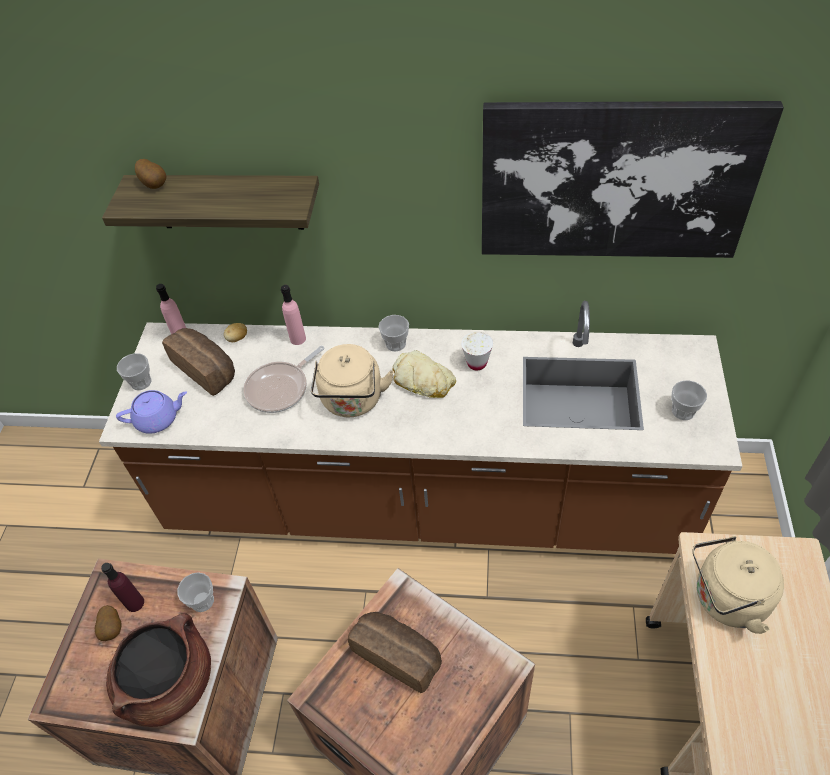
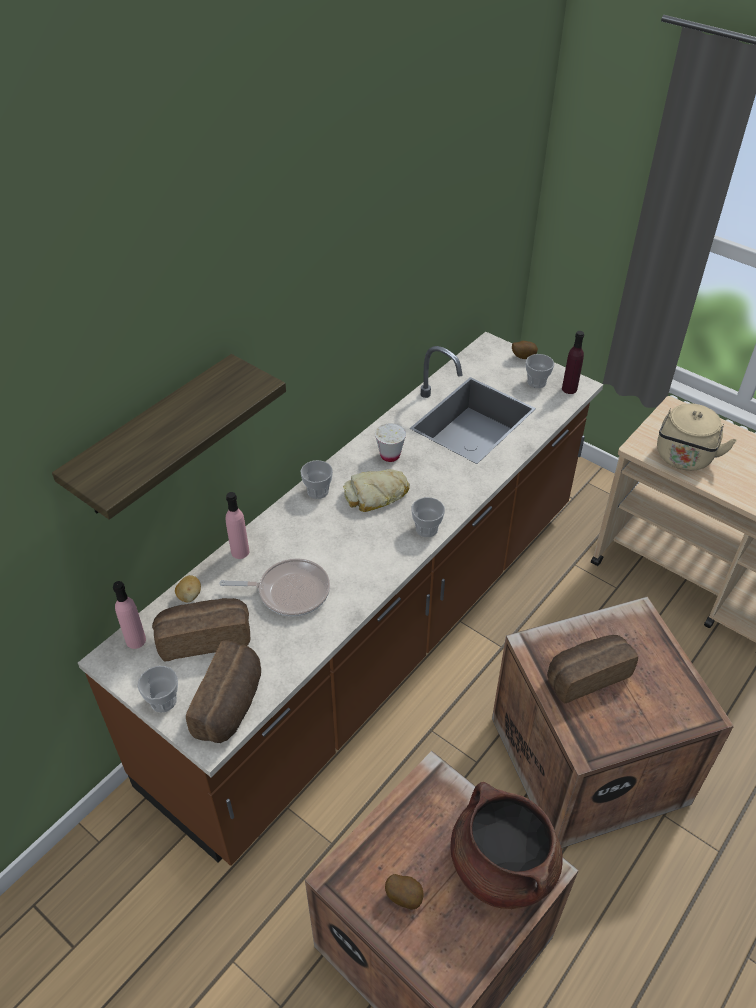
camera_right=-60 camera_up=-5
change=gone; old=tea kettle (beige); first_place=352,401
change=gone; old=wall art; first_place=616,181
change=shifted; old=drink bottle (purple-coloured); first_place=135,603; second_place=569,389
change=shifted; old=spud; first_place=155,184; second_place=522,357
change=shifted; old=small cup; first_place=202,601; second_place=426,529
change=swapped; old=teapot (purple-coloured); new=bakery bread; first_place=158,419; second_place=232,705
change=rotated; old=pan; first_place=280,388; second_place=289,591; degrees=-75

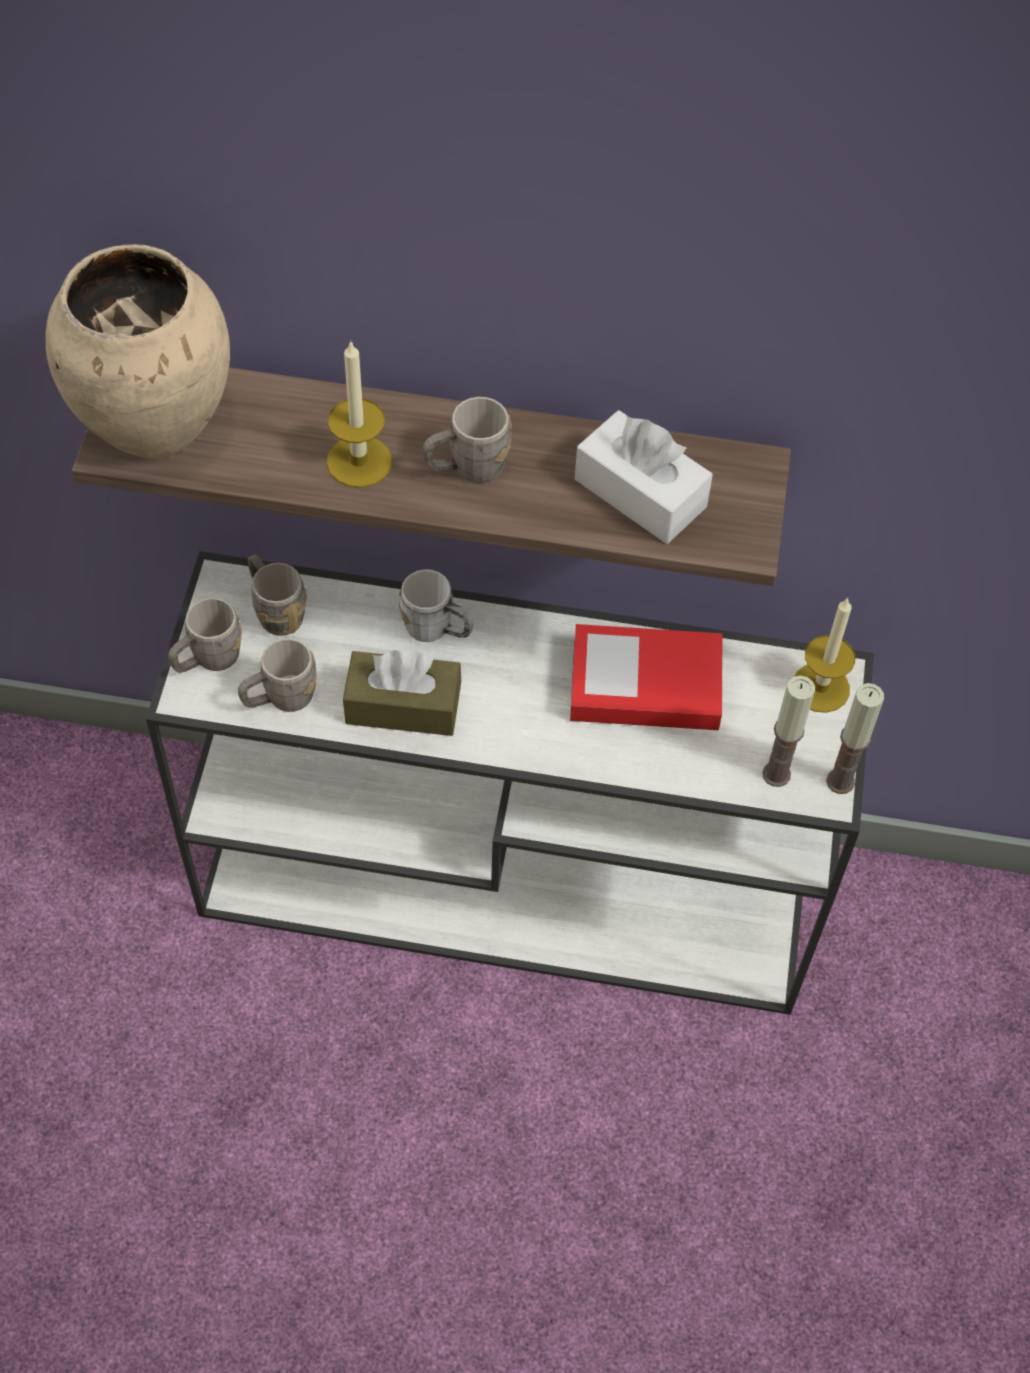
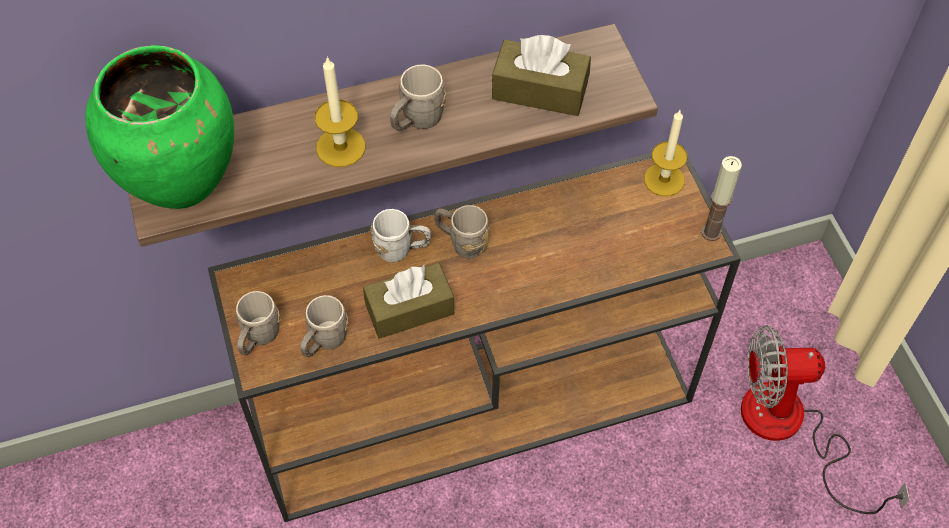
camera_right=-25 camera_up=0
change=gone; old=volume; first_place=645,686
change=gone; old=wax light; first_place=776,774
change=new; new=electric fan; second_place=790,430
change=shifted; old=tea mug (grey); first_place=275,610; second_place=462,242
change=repainted; old=flower vase (beige); new=flower vase (greenish); first_place=158,428; second_place=183,183
change=repainted; old=hall table (white); new=hall table (brown); first_place=512,885; second_place=478,403
change=repainted; old=box of tissues (white); new=box of tissues (brown); first_place=640,493; second_place=540,90

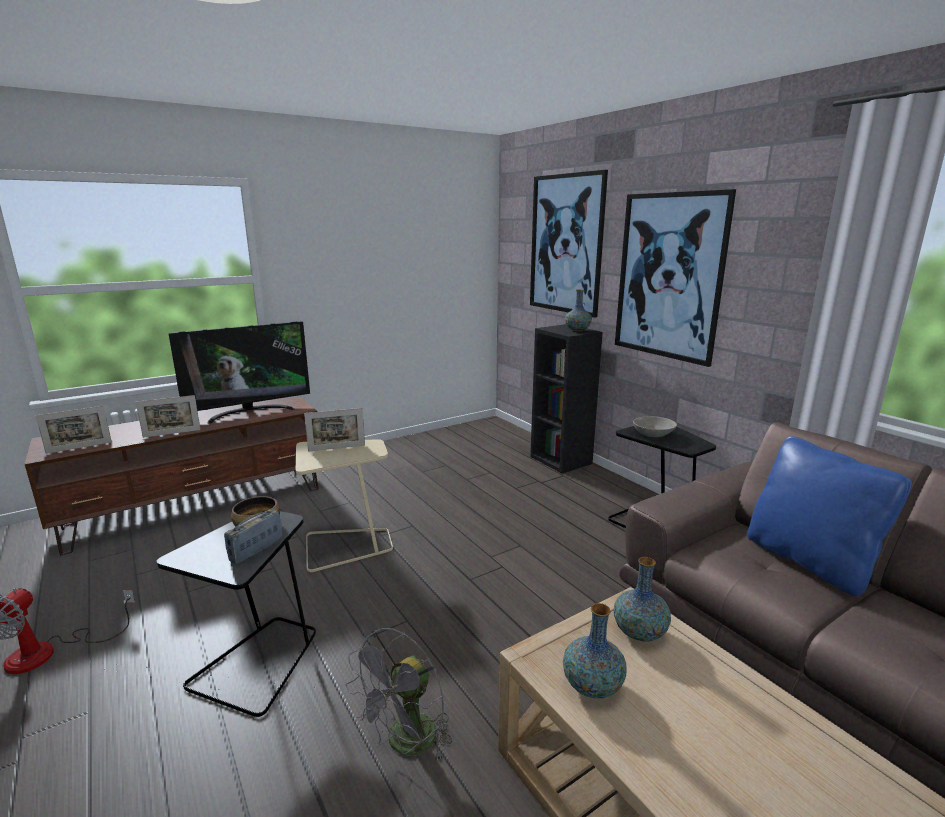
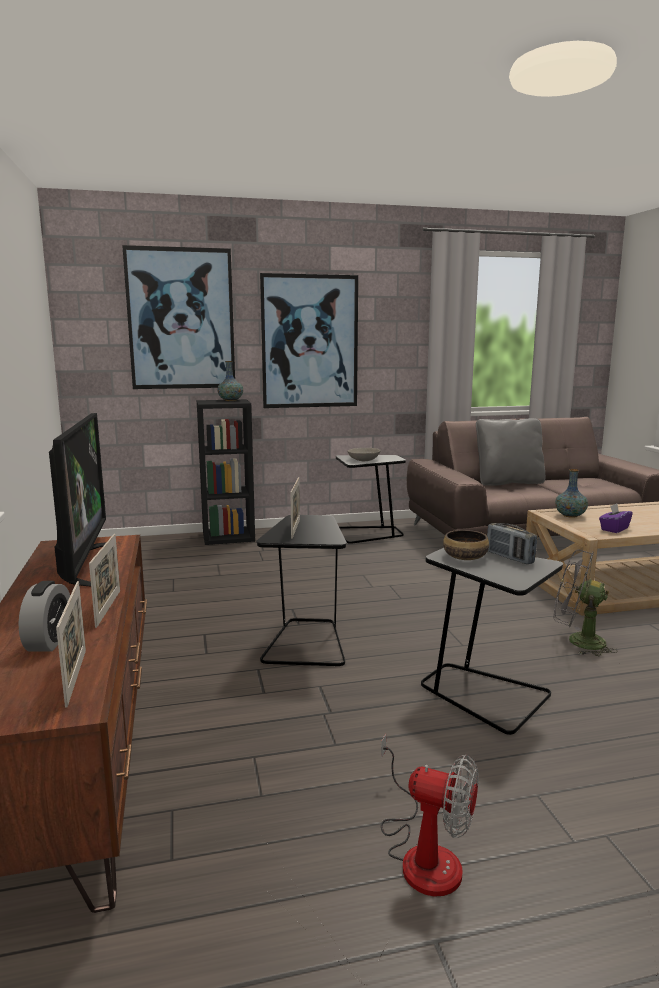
camera_right=-70 camera_up=-5
change=new; new=table clock; second_place=49,641
change=swapped; old=flower vase; new=box of tissues (purple-coloured); first_place=592,686; second_place=614,529
change=repainted; old=side table (beige); new=side table (black-coloured); first_place=346,546; second_place=306,643
change=repainted; old=throw pillow (blue); new=throw pillow (grey); first_place=809,561; second_place=508,482
change=rotated; old=electric fan (grey); first_place=405,744; second_place=577,641; degrees=150

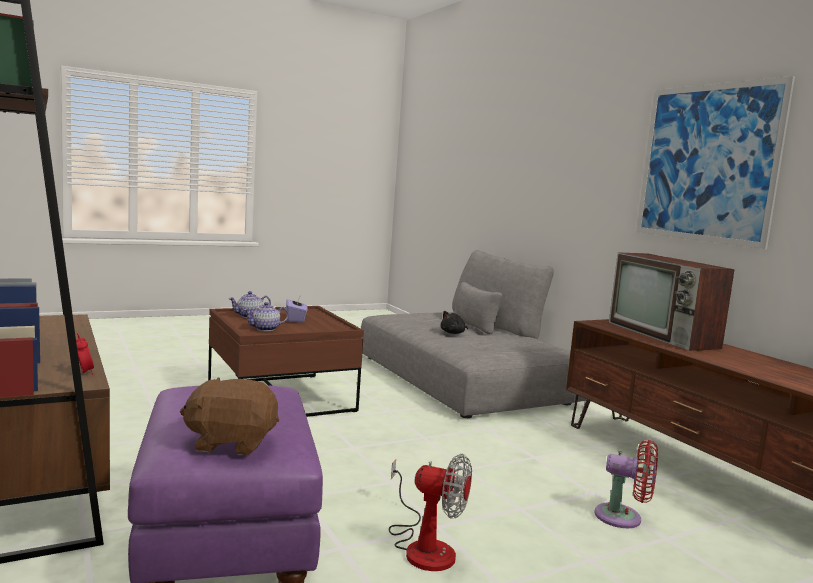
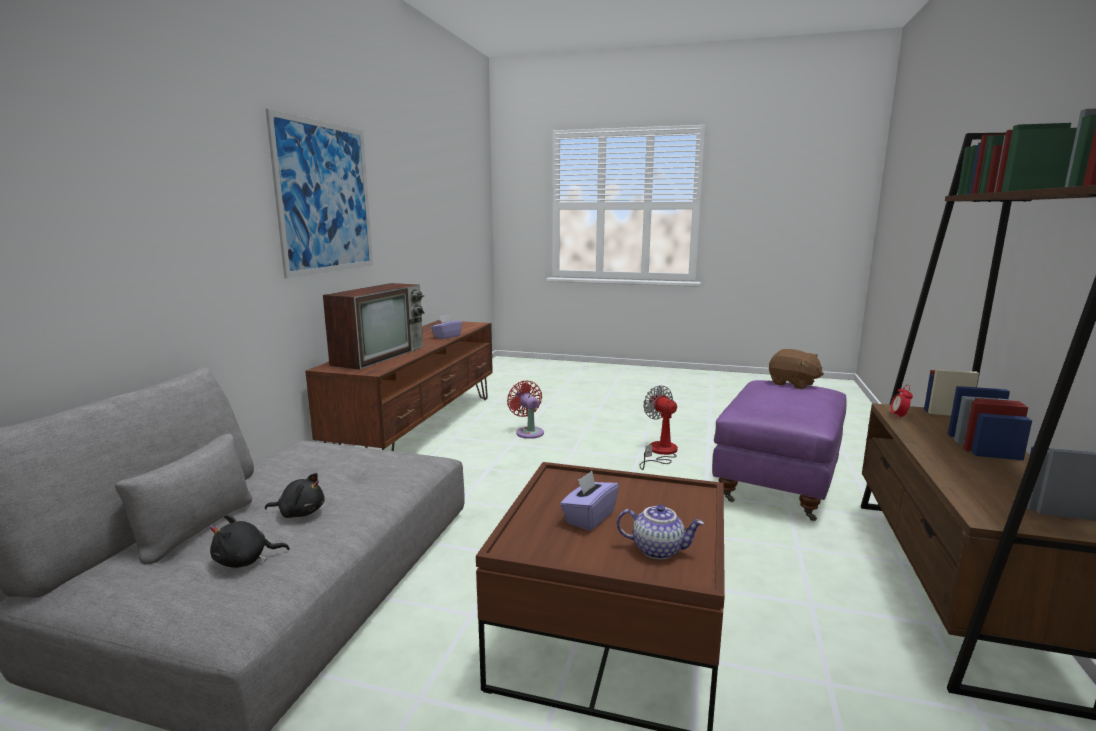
camera_right=-135 camera_up=5
change=gone; old=teapot; first_place=265,329
change=new; new=soft toy (black-coloured); second_place=245,561
change=new; new=box of tissues (purple-coloured); second_place=446,336

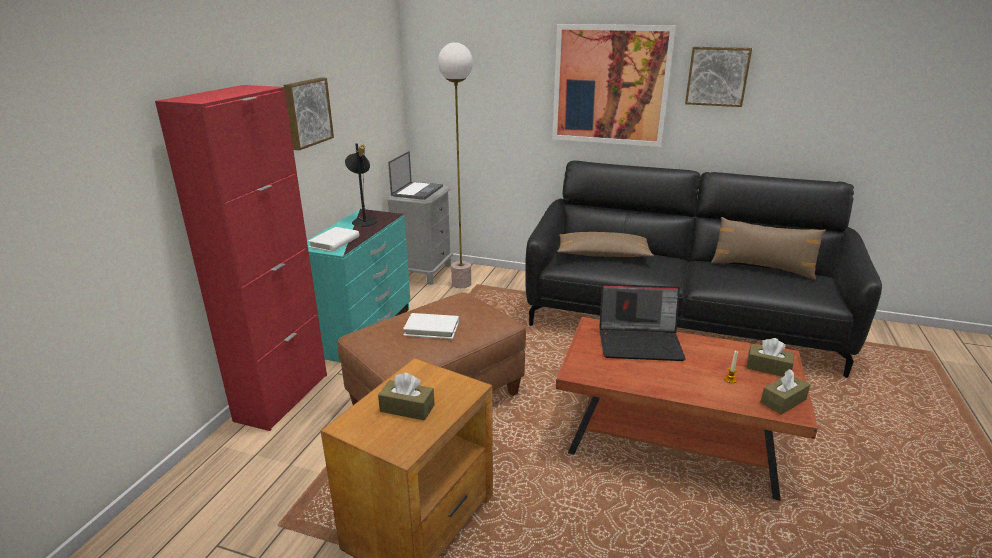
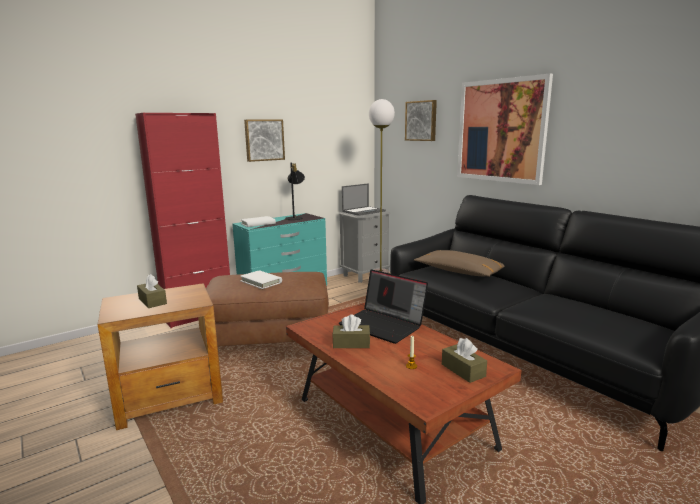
camera_right=35 camera_up=-10
change=gone; old=throw pillow (brown); first_place=762,268
change=shifted; old=wall art; first_place=717,76; second_place=421,121
change=shifted; old=box of tissues (brown); first_place=783,401; second_place=351,343

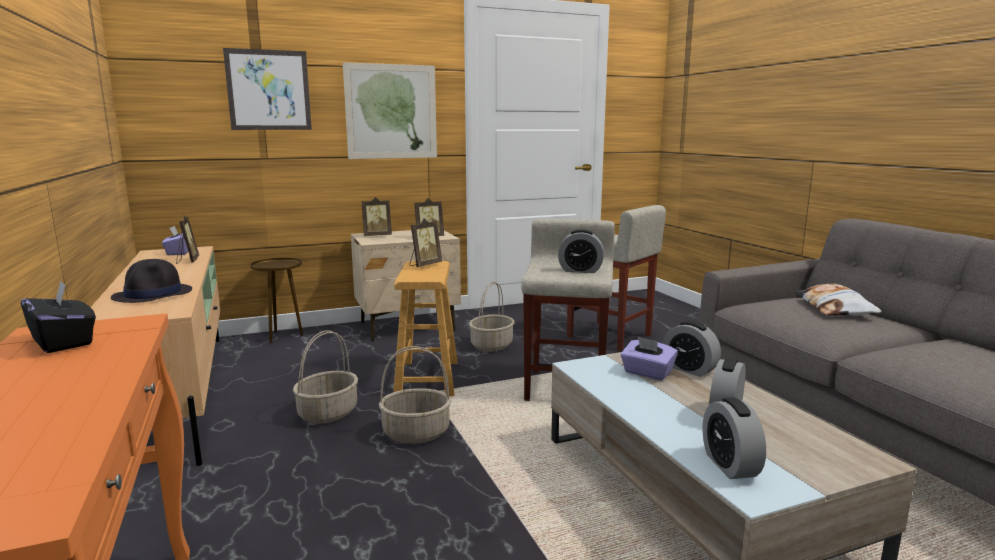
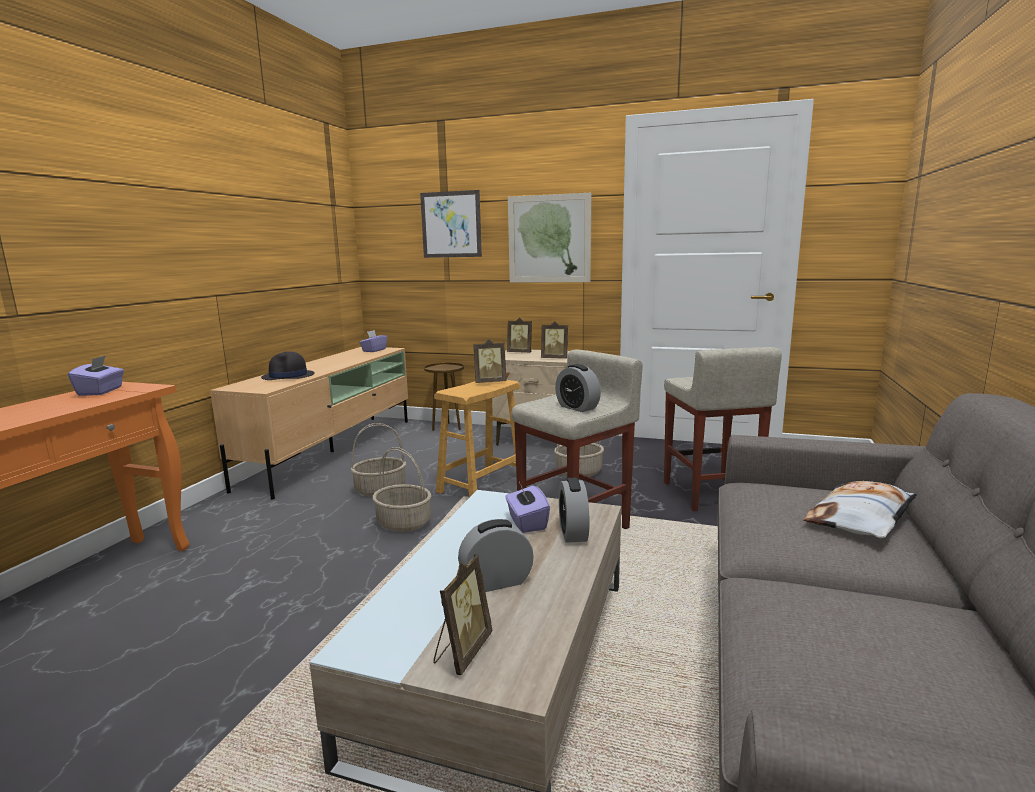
camera_right=40 camera_up=0
change=gone; old=table clock; first_place=729,465
change=shifted; old=standing frame; first_place=188,261; second_place=462,652
change=repainted; old=box of tissues (black-coloured); new=box of tissues (purple-coloured); first_place=64,342; second_place=101,391

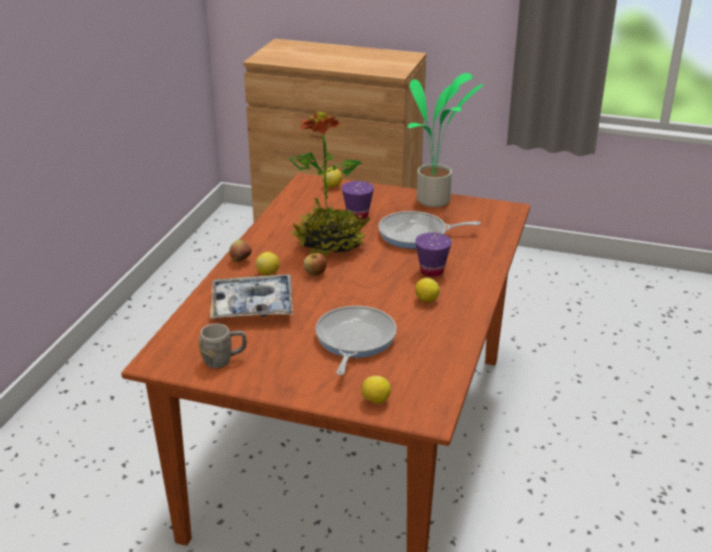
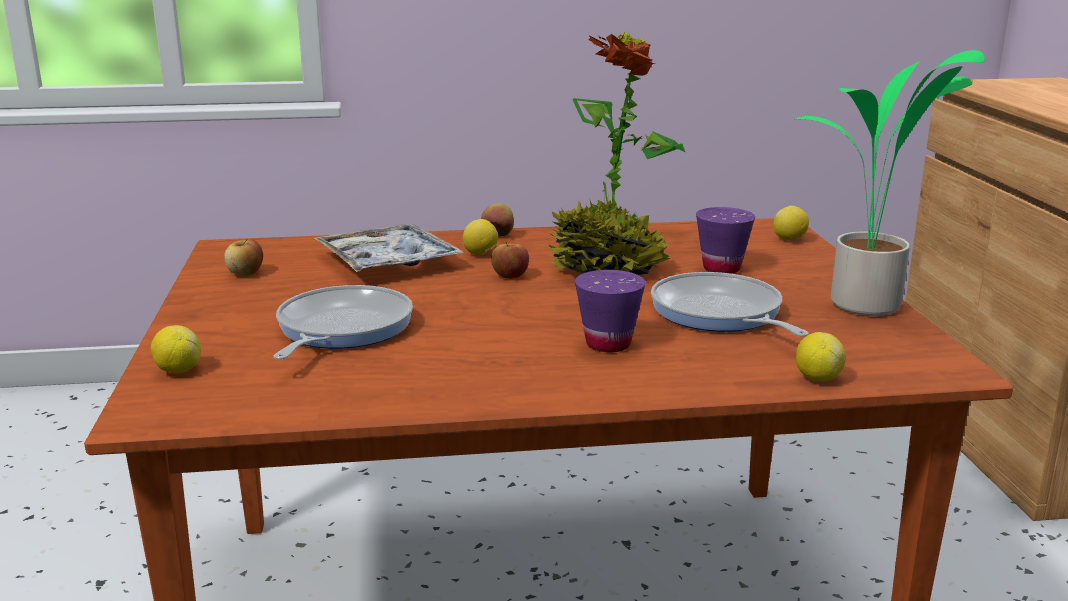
camera_right=65 camera_up=-10
change=shifted; old=citrus fruit; first_place=426,300; second_place=817,378
change=swapped; old=tea mug (grey); new=apple; first_place=224,360; second_place=245,273
change=rotated; old=pan; first_place=354,340; second_place=340,329; degrees=-60

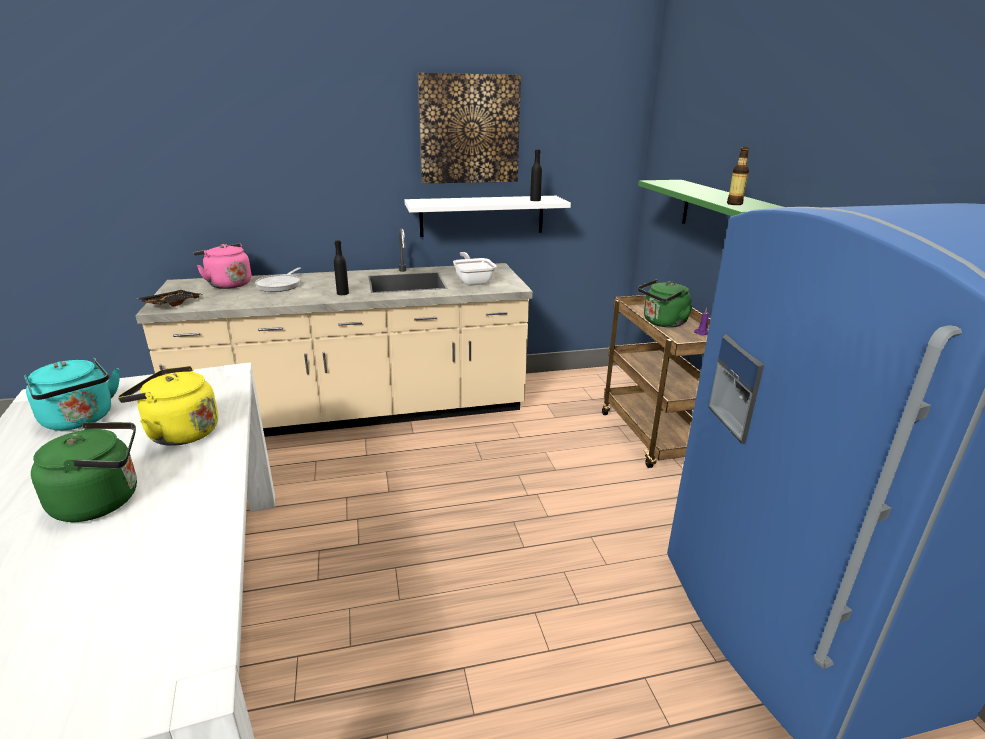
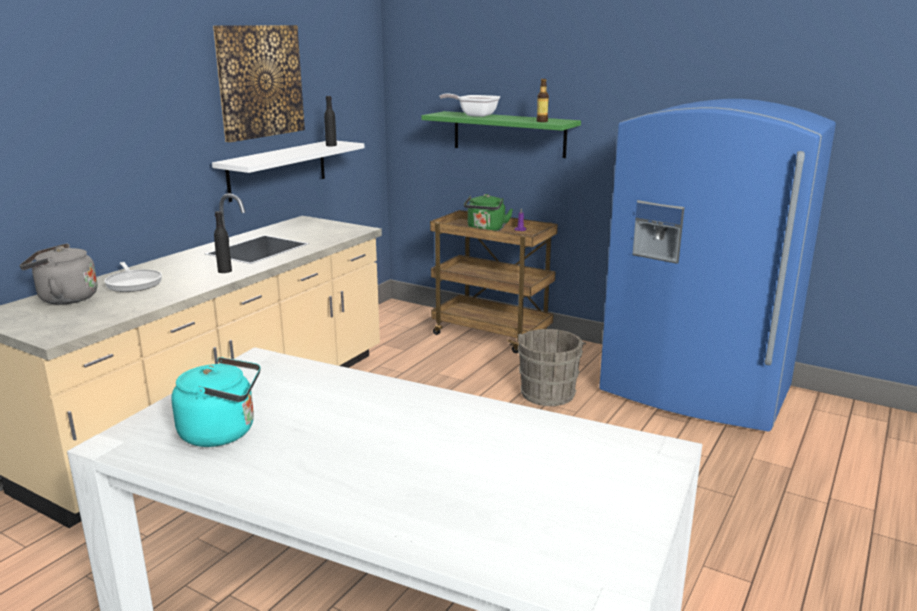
camera_right=-45 camera_up=-5
change=gone; old=tea kettle (greenish); first_place=103,500
change=gone; old=tea kettle (yellow-coloured); first_place=179,433
change=gone; old=carrying tray (black-coloured); first_place=171,304
change=new; new=water bucket (grey); second_place=548,392
change=shifted; old=pan; first_place=473,281; second_place=474,115
change=repainted; old=tea kettle (pink); new=tea kettle (grey); first_place=228,284; second_place=64,299

